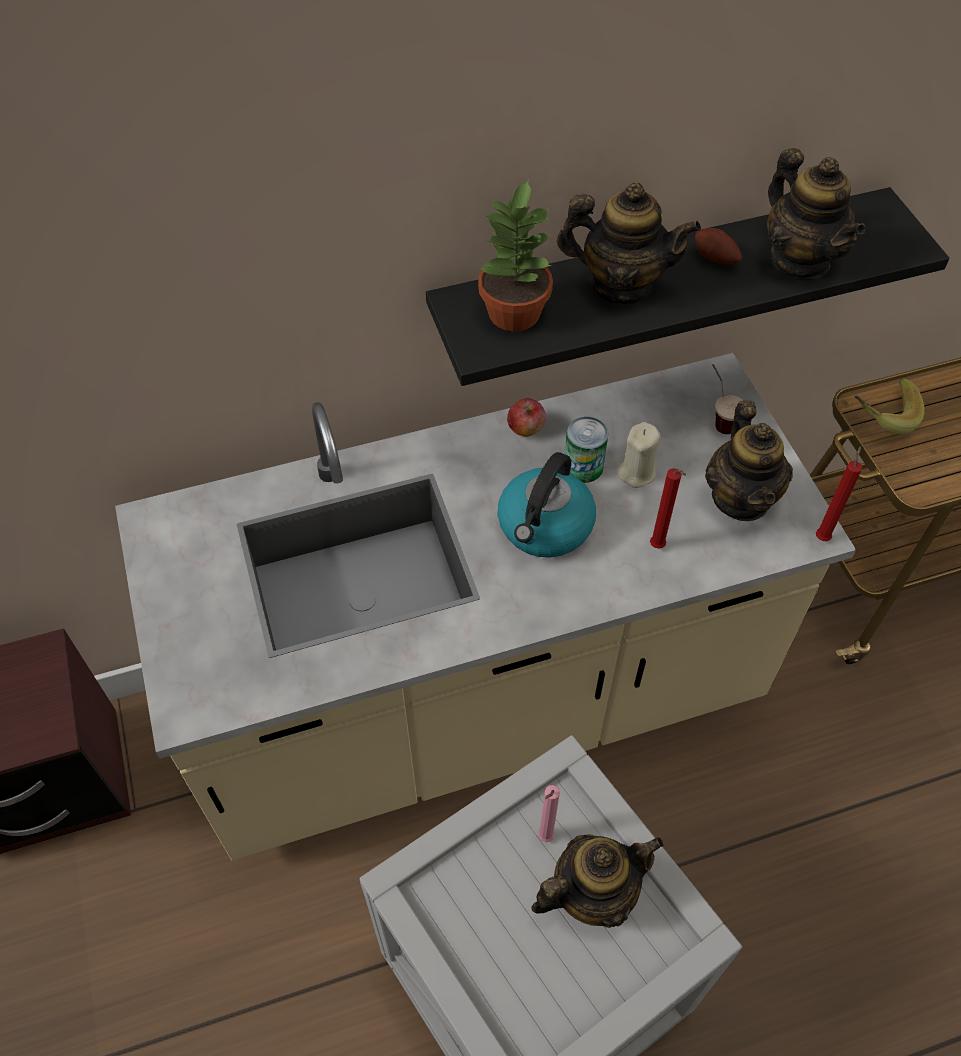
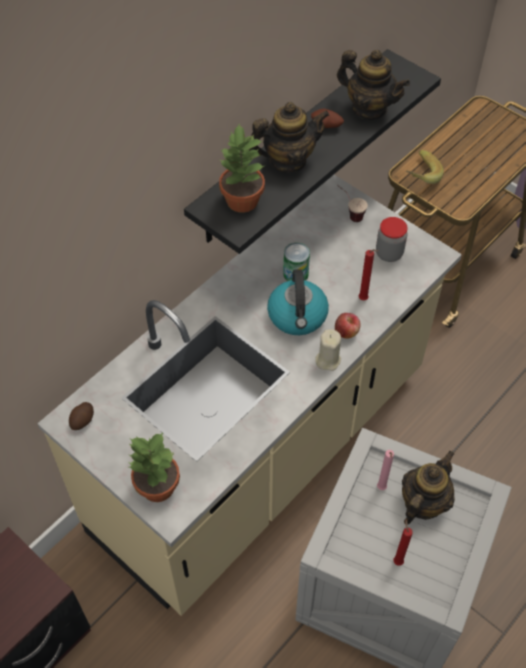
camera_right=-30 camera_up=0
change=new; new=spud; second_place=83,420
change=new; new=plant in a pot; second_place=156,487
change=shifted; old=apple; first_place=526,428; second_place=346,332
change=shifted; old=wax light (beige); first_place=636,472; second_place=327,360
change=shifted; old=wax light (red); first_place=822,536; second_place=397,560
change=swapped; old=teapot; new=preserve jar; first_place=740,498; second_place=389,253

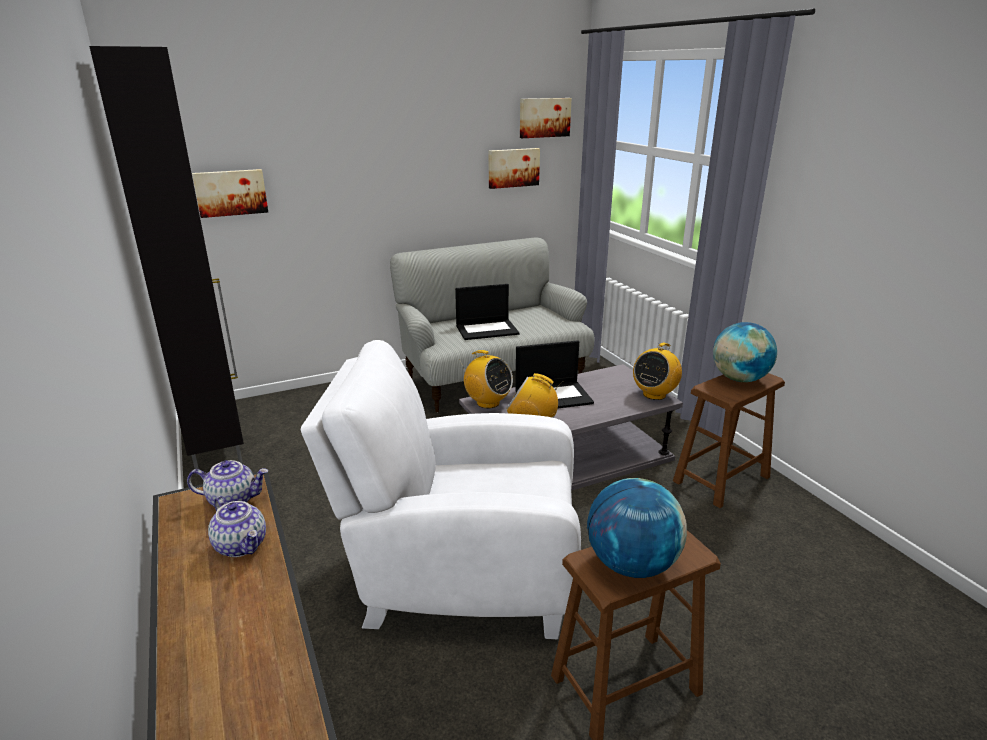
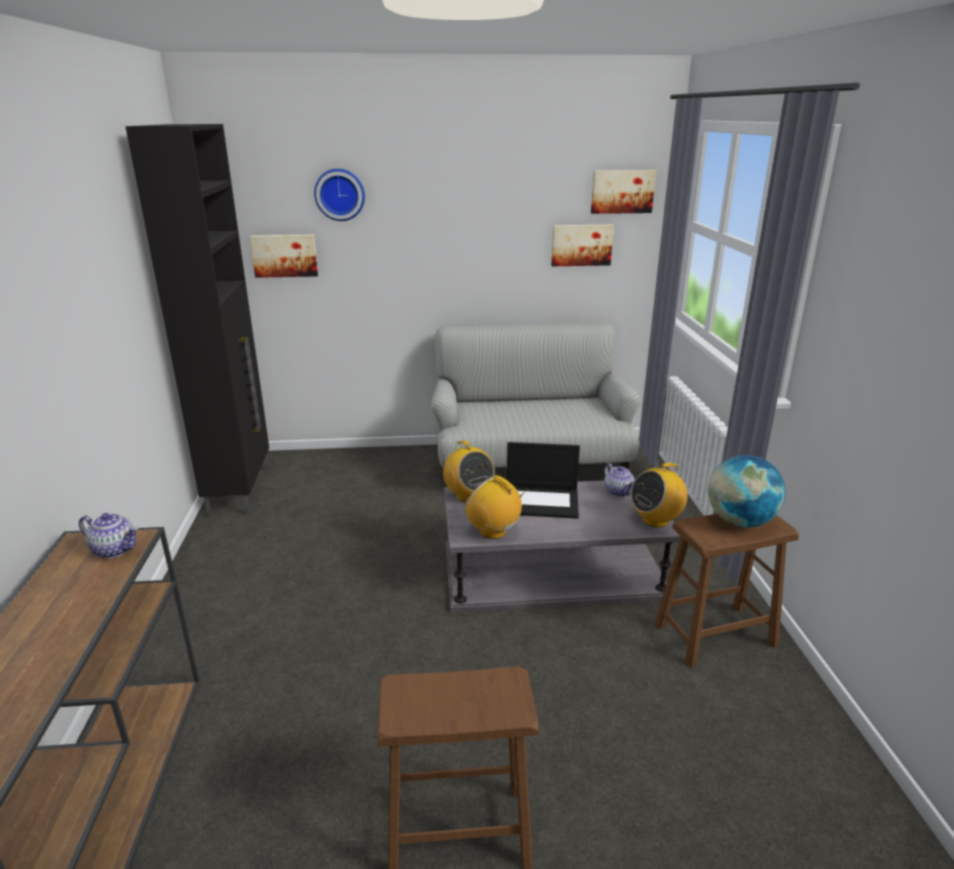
camera_right=20 camera_up=0
change=gone; old=easy chair (white); first_place=459,574
change=gone; old=notebook computer; first_place=487,329
change=gone; old=world globe; first_place=631,564
change=new; new=hanging clock; second_place=340,194
change=shifted; old=teapot; first_place=242,545; second_place=618,492

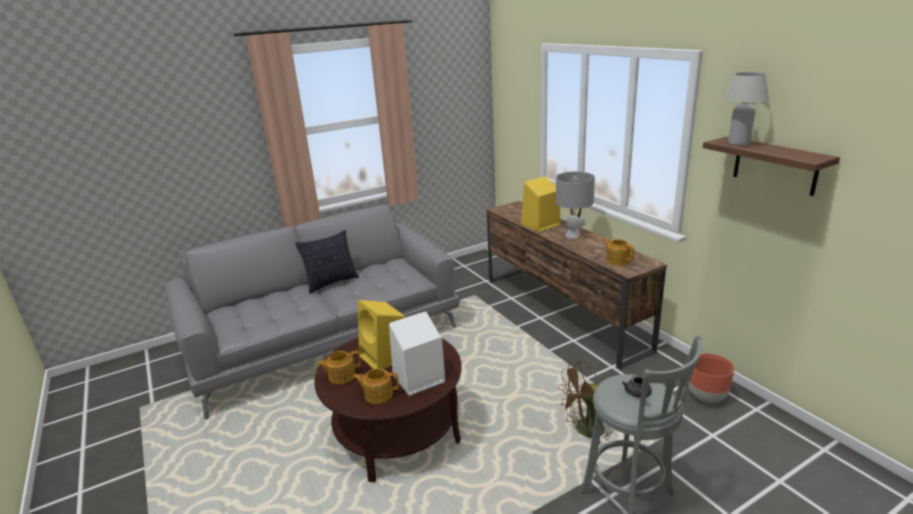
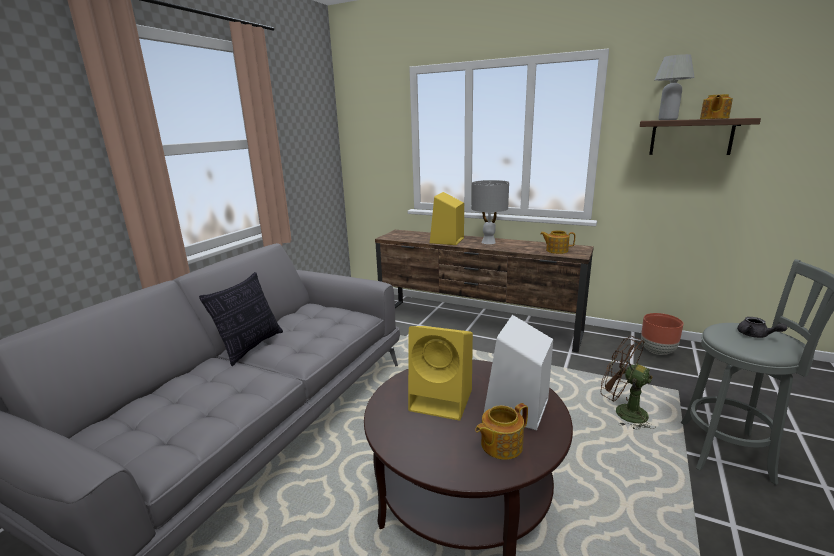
camera_right=-35 camera_up=-5
change=shifted; old=teapot; first_place=341,376; second_place=713,118
change=rotated; old=electric fan (brown); first_place=584,431; second_place=623,412; degrees=90

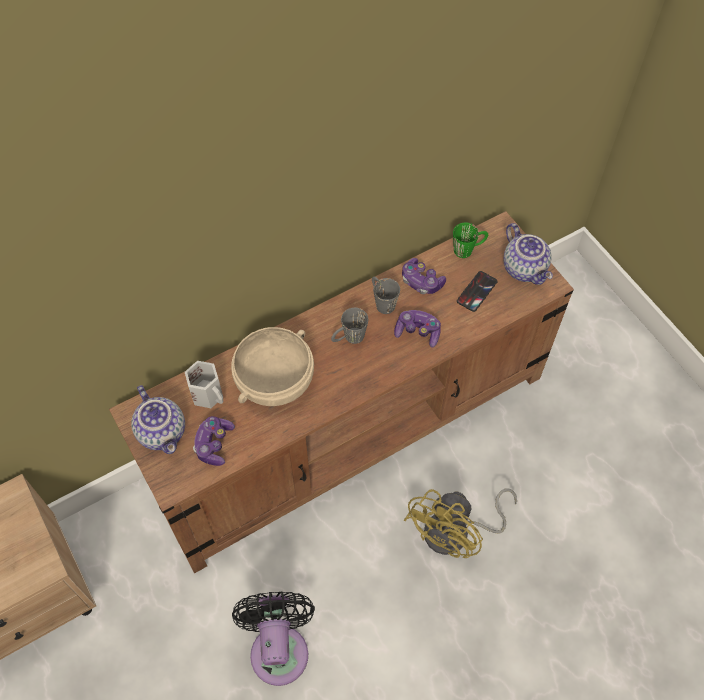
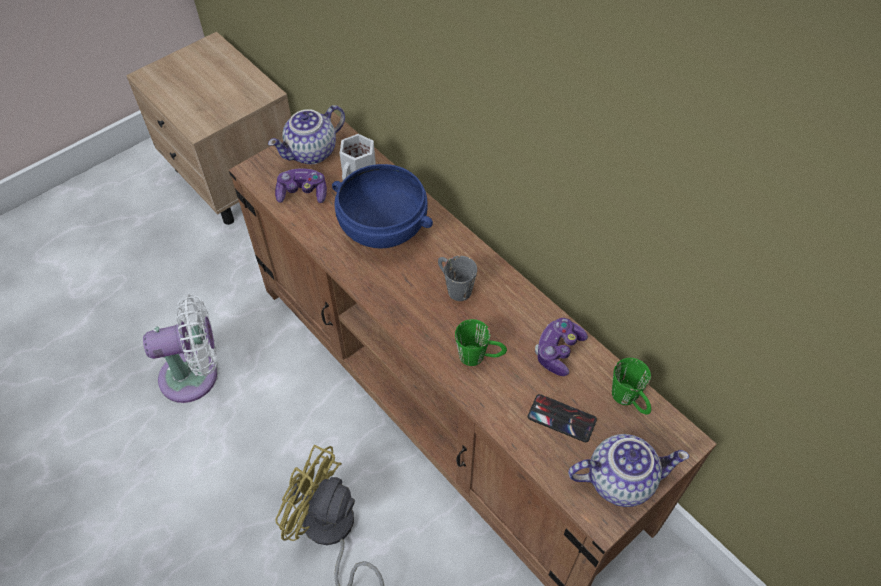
camera_right=80 camera_up=-5
change=gone; old=tea mug (grey); first_place=381,301
change=swapped; old=gamepad; new=tea mug (greenish); first_place=417,332; second_place=480,356
change=repainted; old=deep dish (beige); new=deep dish (blue); first_place=276,383; second_place=382,230
change=repainted; old=electric fan (black-coloured); new=electric fan (white); first_place=279,647; second_place=195,375
change=rotated; old=teapot; first_place=525,268; second_place=620,478; degrees=-150

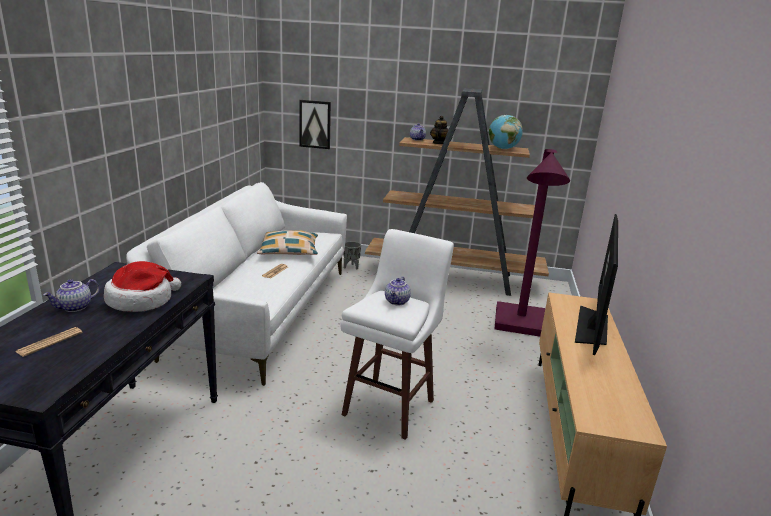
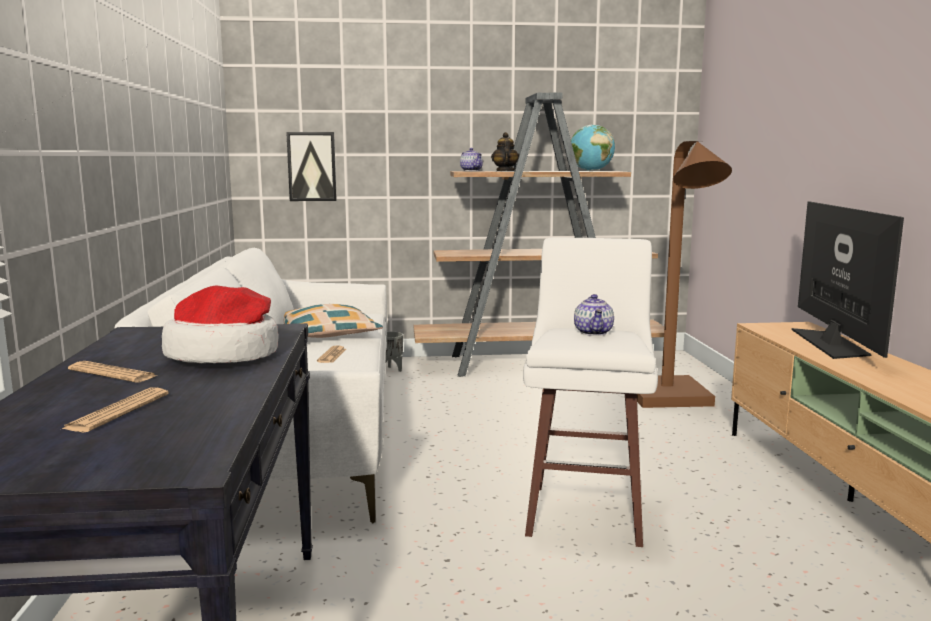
camera_right=-15 camera_up=-10
change=swapped; old=teapot; new=printed paper; first_place=75,307; second_place=112,373
change=repainted; old=standing lamp (purple-coloured); new=standing lamp (brown); first_place=520,326; second_place=671,400

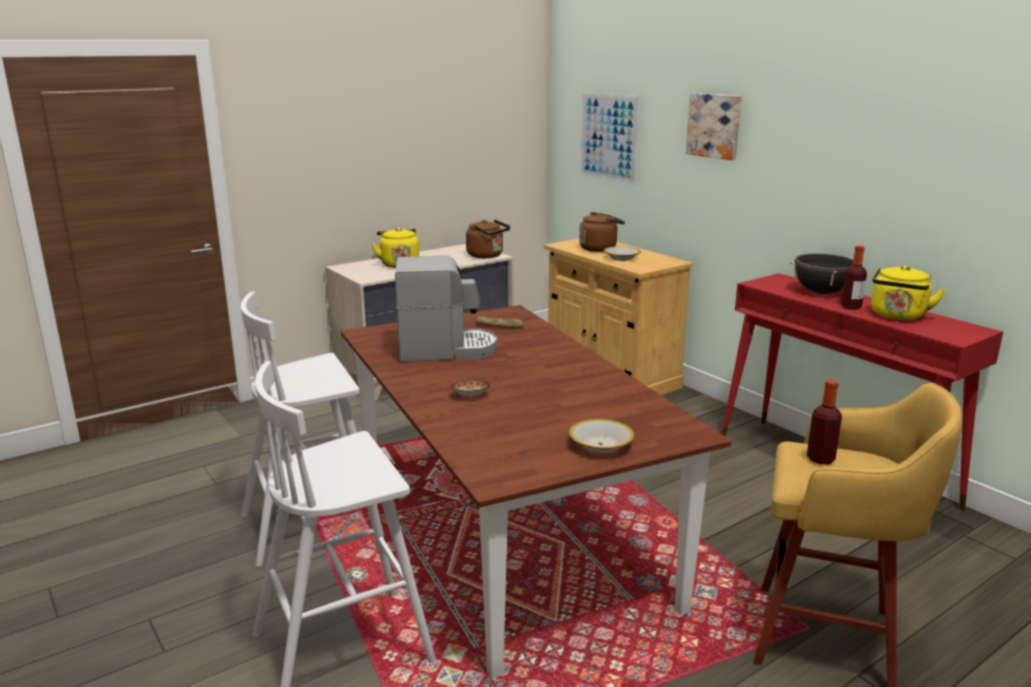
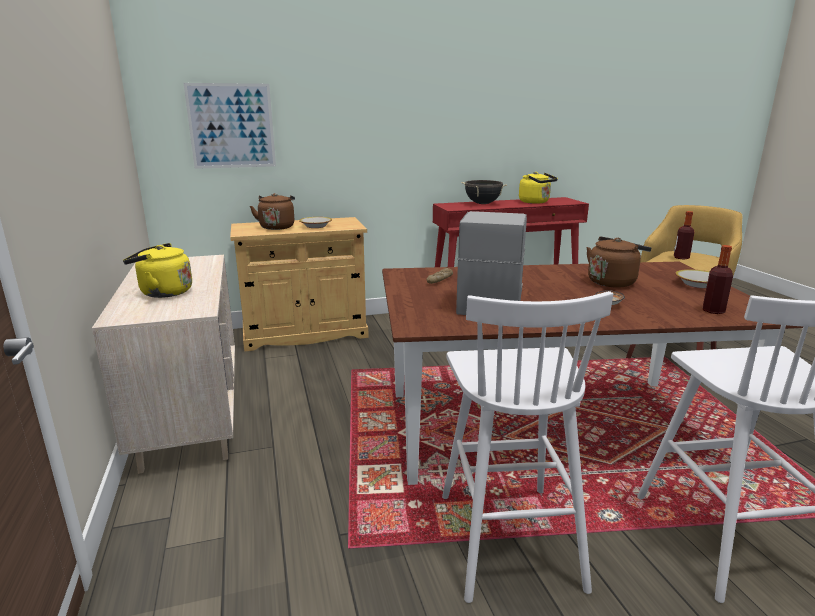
camera_right=-70 camera_up=0
change=gone; old=wall art; first_place=715,125
change=shifted; old=tea kettle (brown); first_place=487,256; second_place=613,282
change=shifted; old=drink bottle; first_place=850,307; second_place=713,311

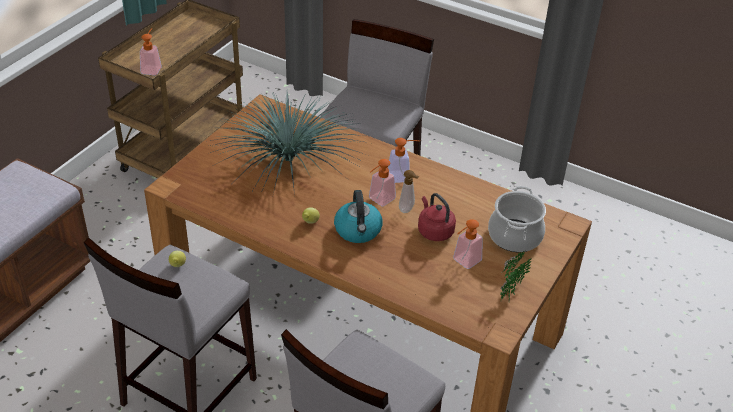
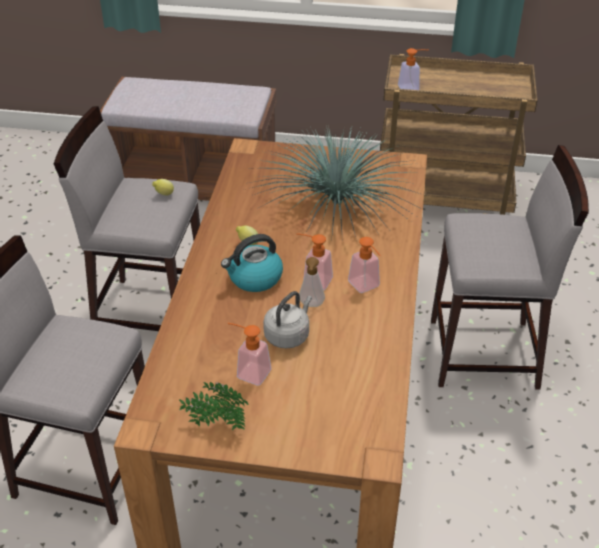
camera_right=70 camera_up=0
change=gone; old=stockpot; first_place=515,236
change=repainted; old=tea kettle (red); new=tea kettle (grey); first_place=434,231; second_place=288,335

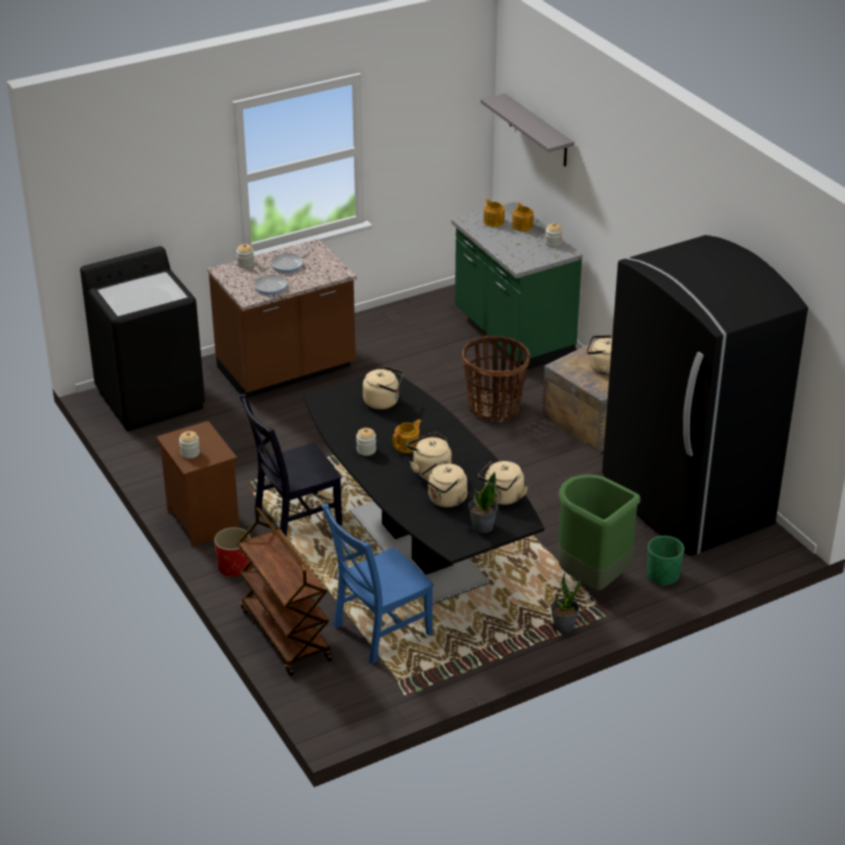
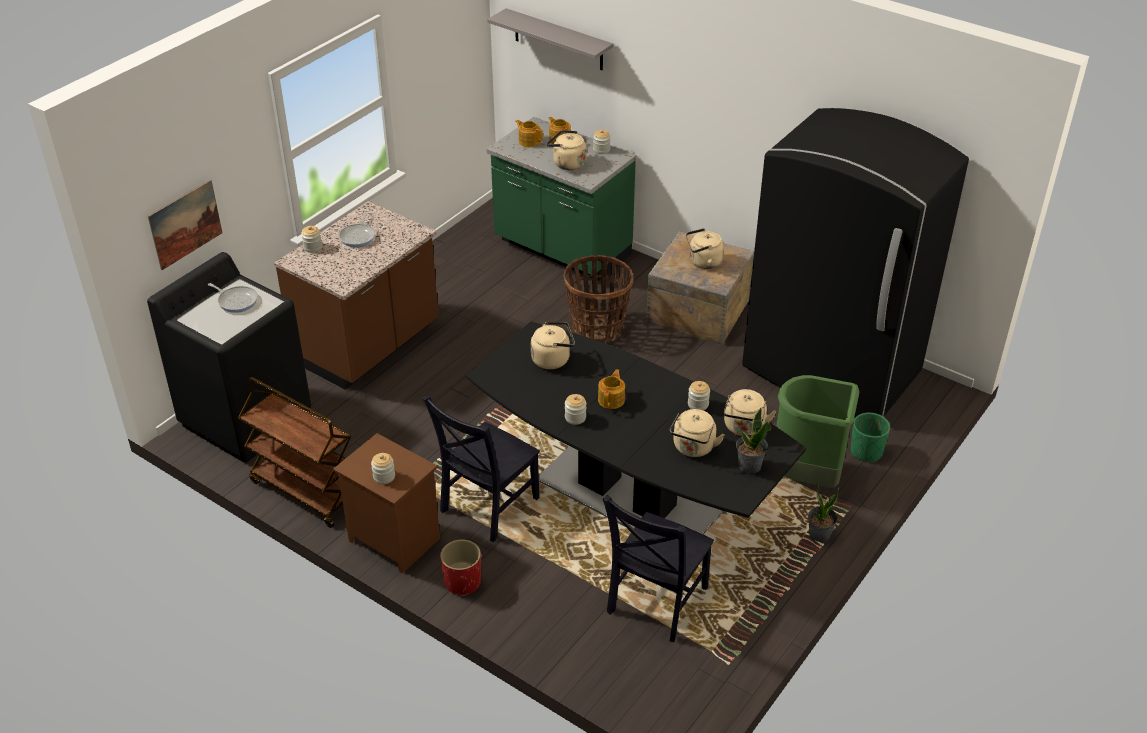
camera_right=-25 camera_up=5
change=new; new=wall art; second_place=185,224
change=new; new=preserve jar; second_place=698,404
change=shifted; old=wheeled cart (brown); first_place=284,634; second_place=305,491
change=shifted; old=pan; first_place=269,286; second_place=236,301
change=shifted; old=tea kettle (beige); first_place=430,470; second_place=567,163
change=repainted; old=chair (blue); new=chair (black-coloured); first_place=379,631; second_place=655,603

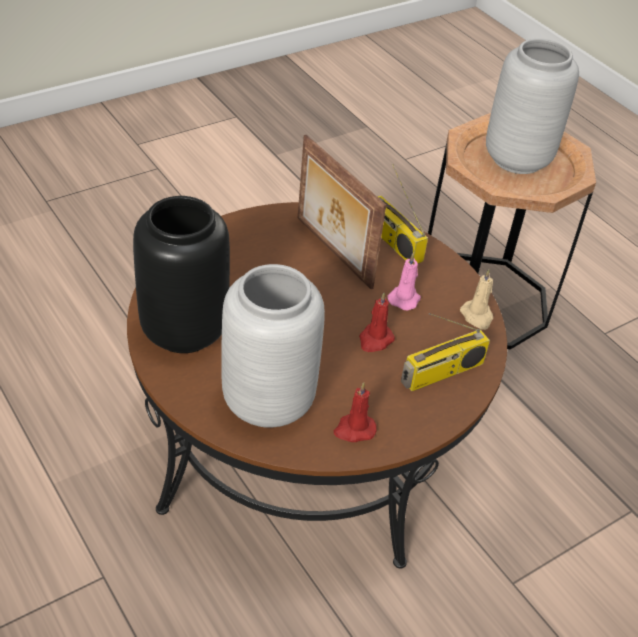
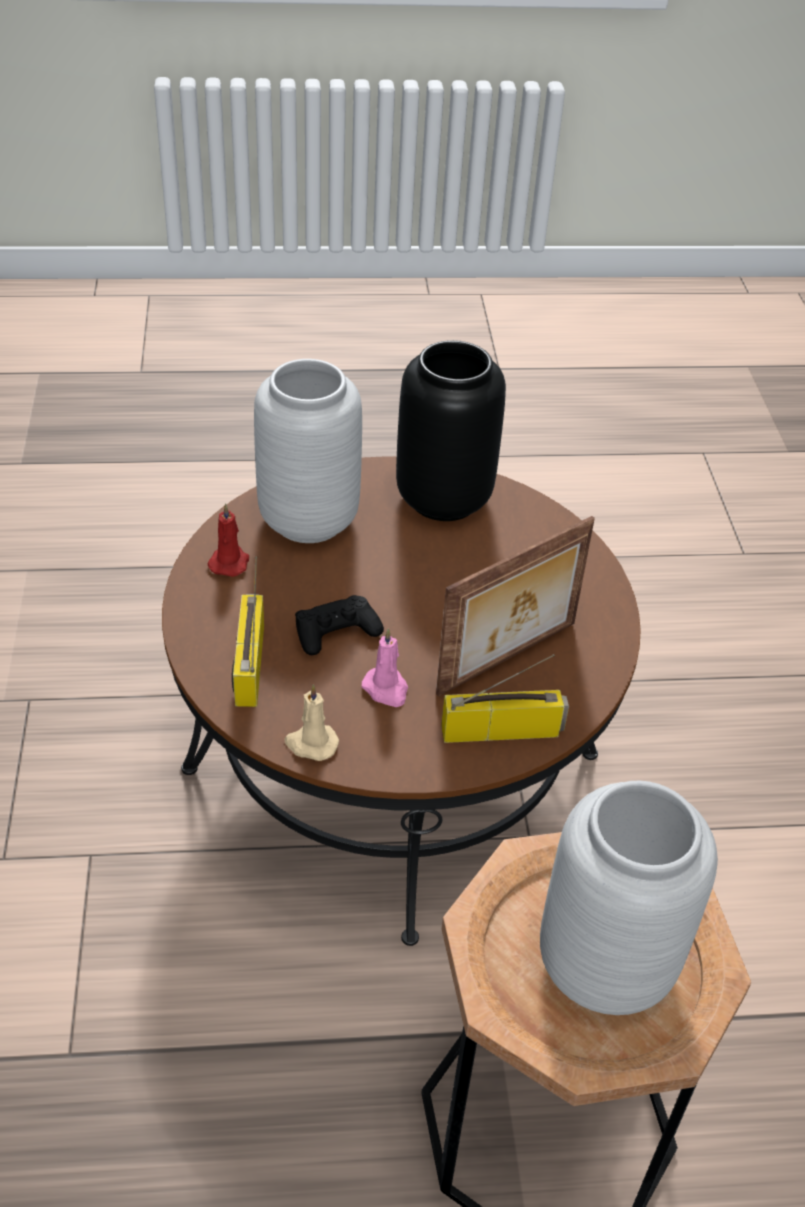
camera_right=120 camera_up=0
change=swapped; old=wax light (red); new=gamepad (black-coloured); first_place=375,340; second_place=336,631
change=rotated; old=standing frame; first_place=332,252; second_place=509,659; degrees=150

